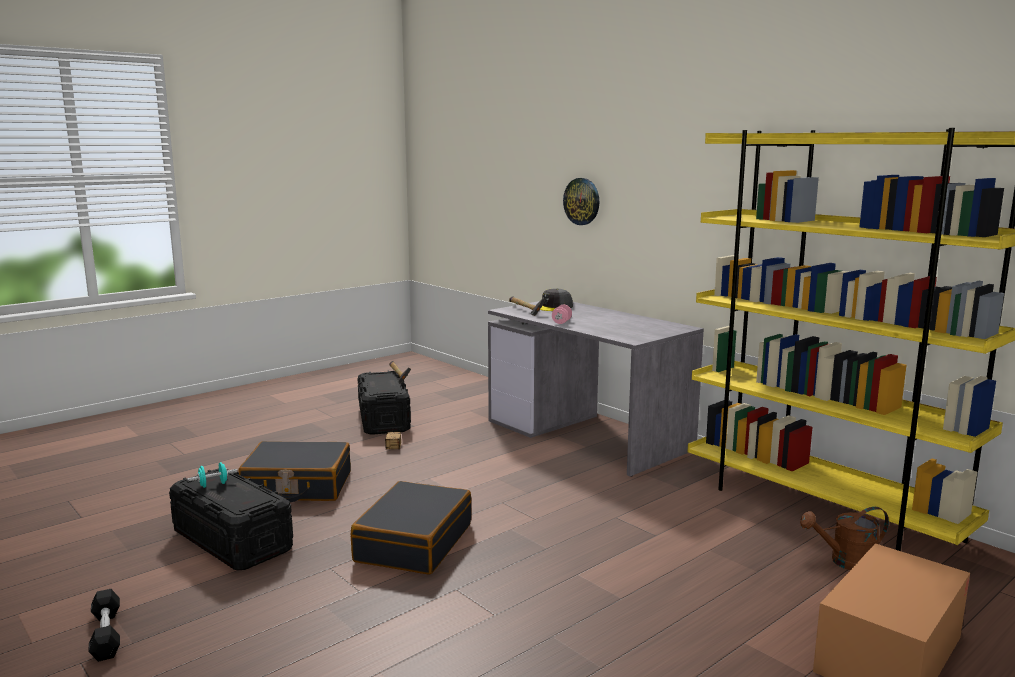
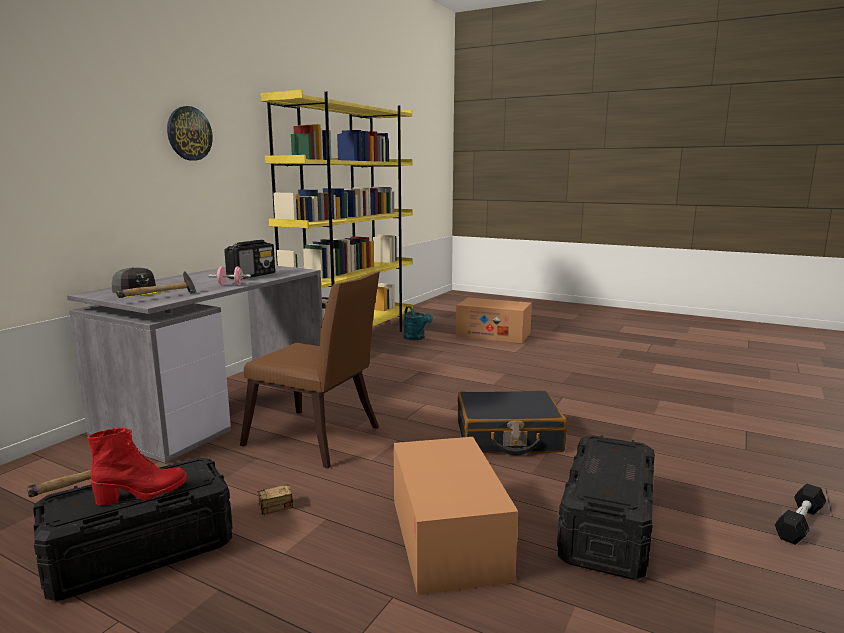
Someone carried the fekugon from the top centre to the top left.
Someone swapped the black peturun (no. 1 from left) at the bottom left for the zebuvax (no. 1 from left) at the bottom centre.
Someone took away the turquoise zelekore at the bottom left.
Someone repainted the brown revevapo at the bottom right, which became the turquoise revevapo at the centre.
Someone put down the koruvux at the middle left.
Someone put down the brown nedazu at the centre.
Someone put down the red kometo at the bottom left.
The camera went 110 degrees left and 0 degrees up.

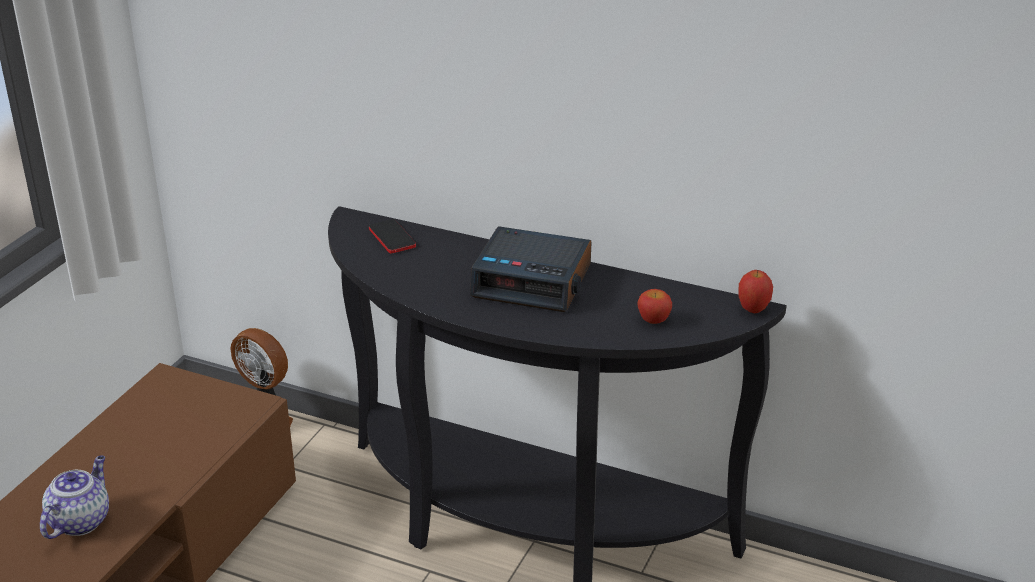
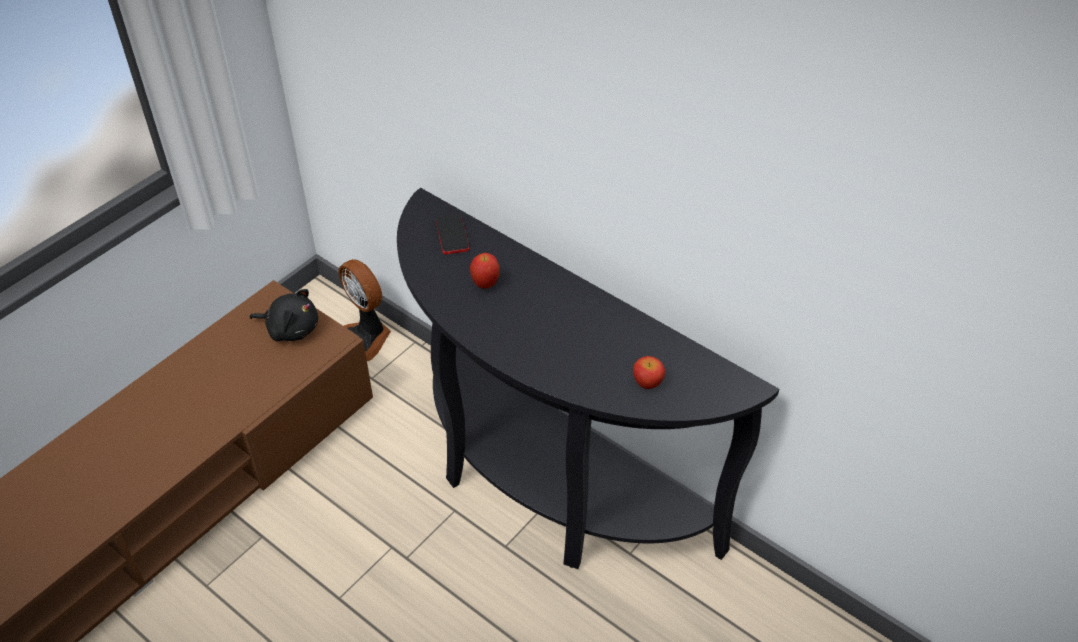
Someone took away the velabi at the centre.
Someone carried the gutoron (no. 2 from left in the first image) from the middle right to the centre.
Someone took away the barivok at the bottom left.
Someone put down the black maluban at the middle left.
The camera went 15 degrees right and 15 degrees up.

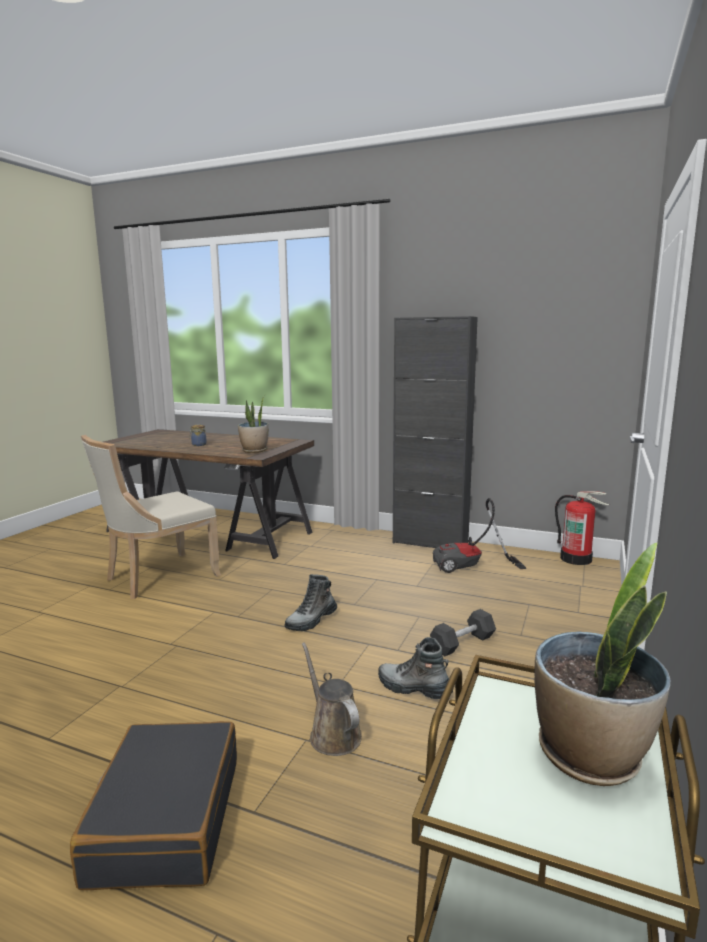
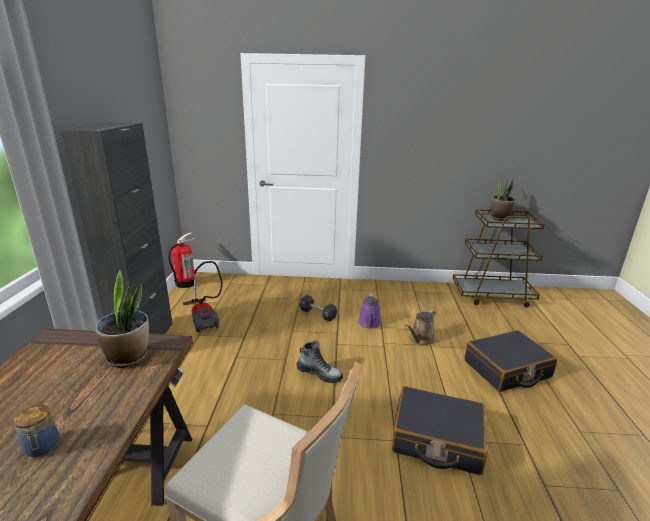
Someone swapped the kometo (no. 2 from left) at the bottom centre for the purple revevapo at the centre.
Someone put down the black peturun (no. 1 from left) at the bottom right.
The camera went 110 degrees left and 10 degrees up.

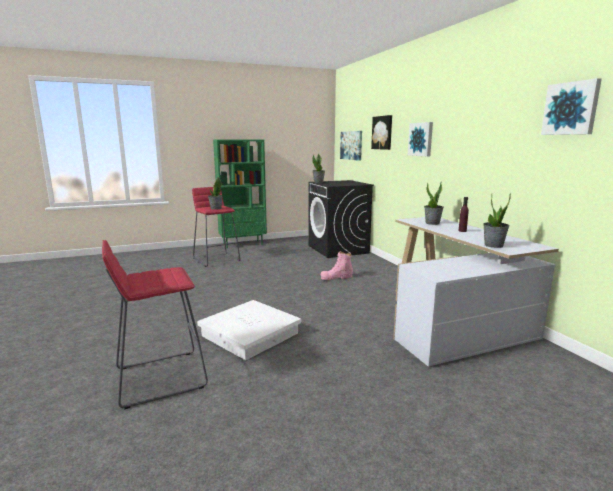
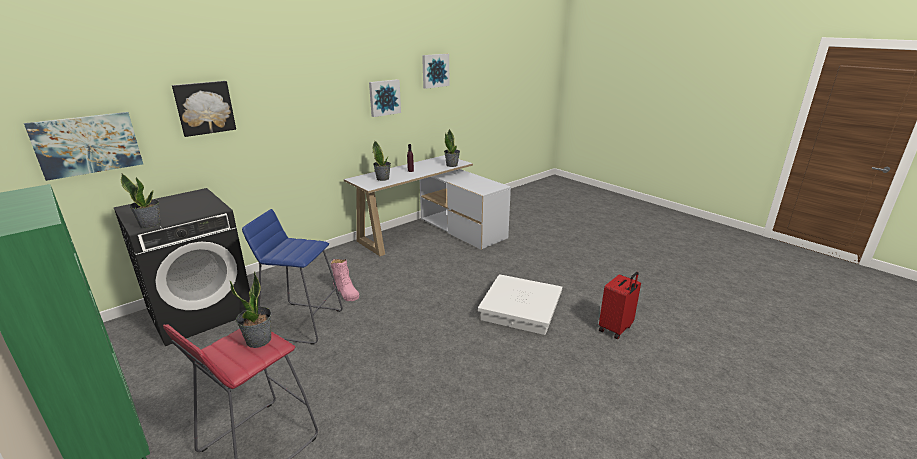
Someone carried the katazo (no. 3 from left) from the top right to the top centre.
Someone swapped the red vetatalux (no. 1 from left) at the middle left for the red peturun at the middle right.
Someone put down the blue vetatalux at the middle left.
The camera went 110 degrees left and 10 degrees up.

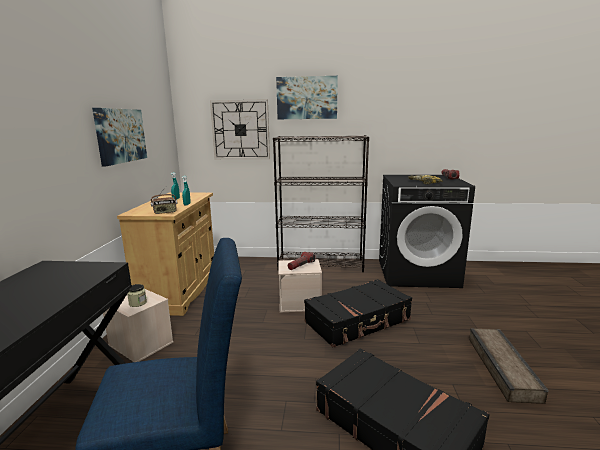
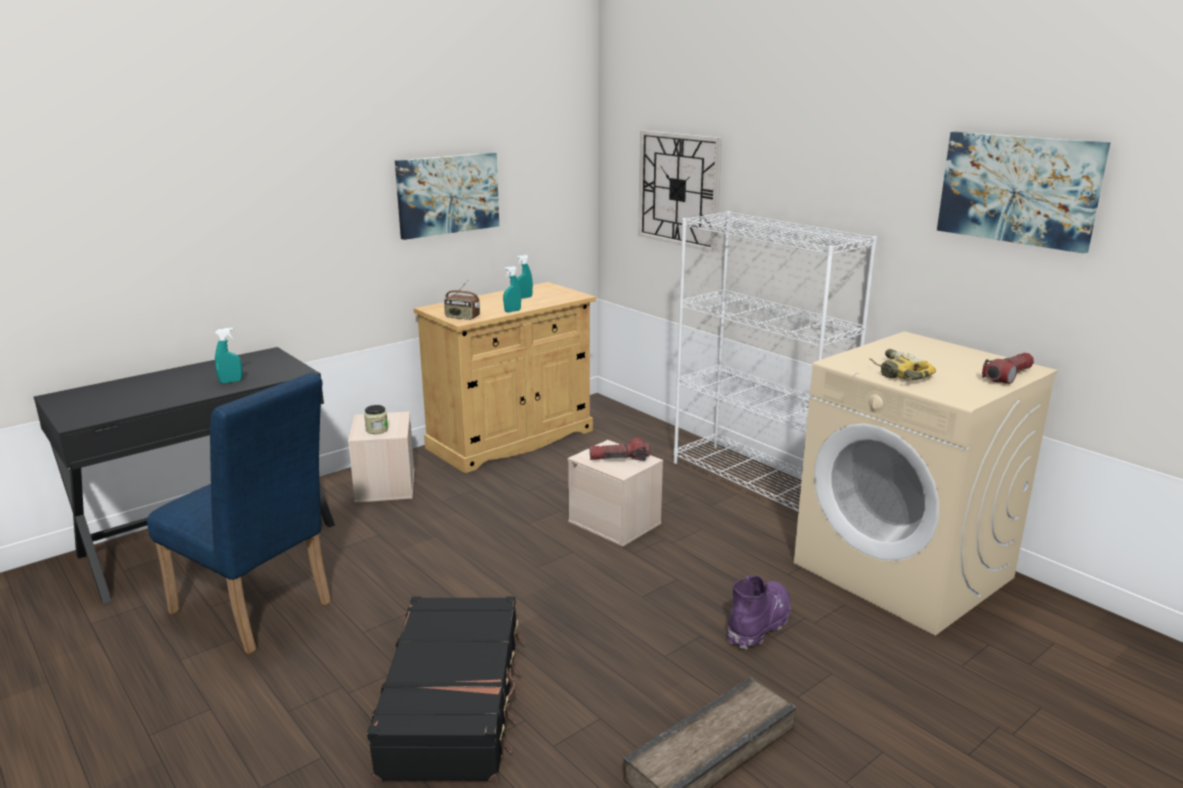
Someone carried the katazo (no. 2 from left) from the top centre to the top right.
Someone repainted the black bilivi at the centre, which became the white bilivi at the centre.
Someone repainted the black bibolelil at the middle right, which became the beige bibolelil at the middle right.
Someone took away the black peturun (no. 1 from left) at the bottom centre.
Someone put down the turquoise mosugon (no. 1 from left) at the middle left.
Someone put down the purple kometo at the bottom centre.
The camera went 45 degrees right and 5 degrees up.

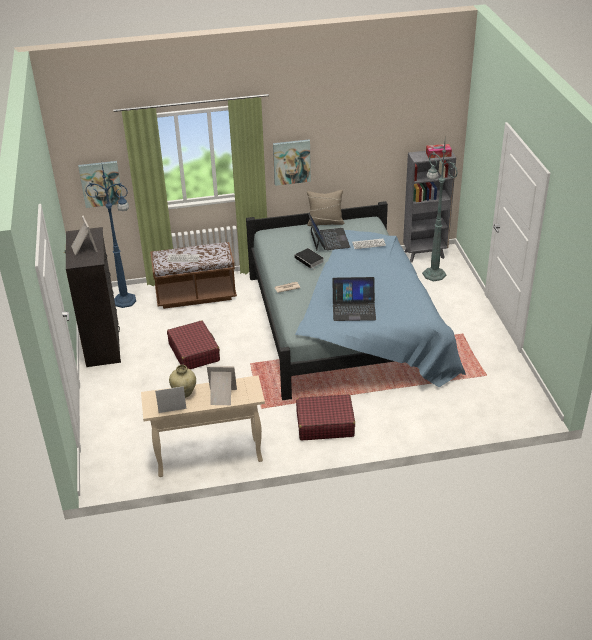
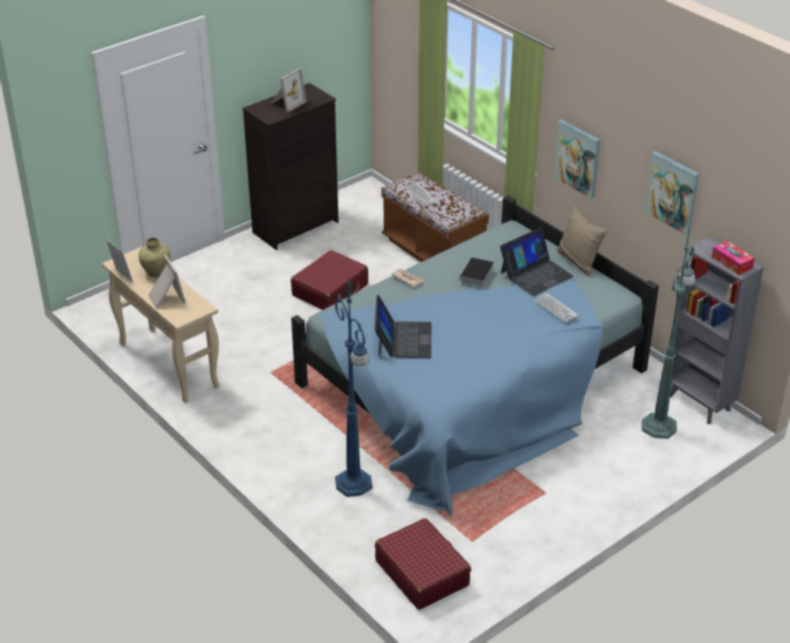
Someone carried the katazo (no. 1 from left in the first image) from the top left to the top right.
Someone carried the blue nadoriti from the middle left to the centre.
Someone rotated the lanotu (no. 2 from left in the first image) at the centre by 150 degrees counterclockwise.
Someone carried the red peturun (no. 2 from left) from the centre to the bottom centre.
The camera went 60 degrees right and 0 degrees up.

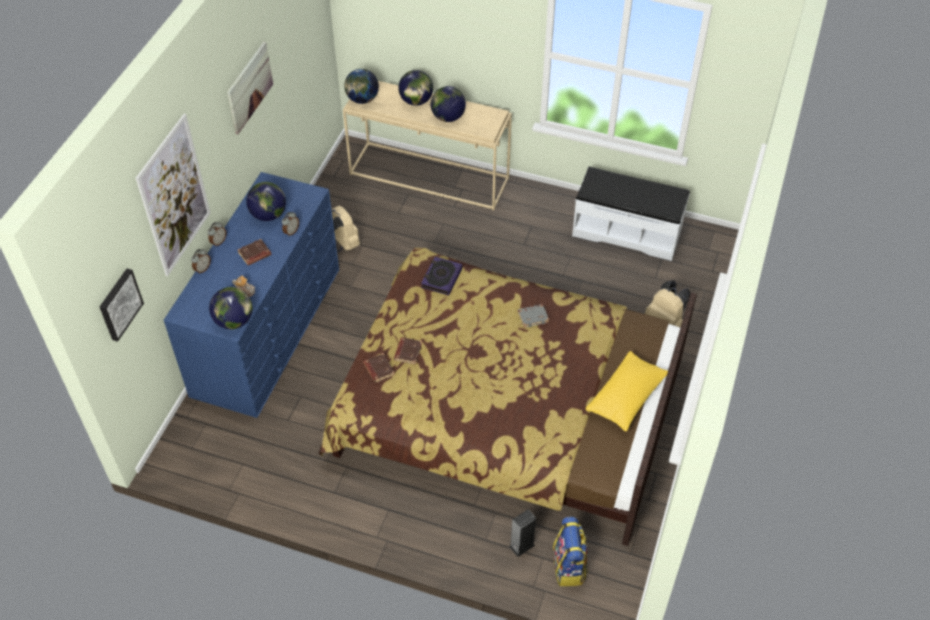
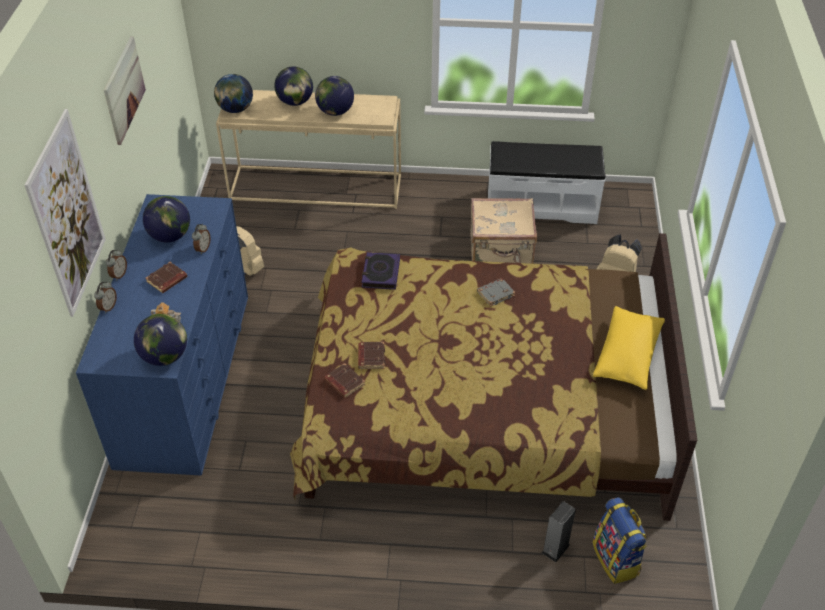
Someone took away the katazo (no. 1 from left) at the middle left.
Someone put down the beige peturun at the centre.
The camera went 15 degrees left and 5 degrees down.

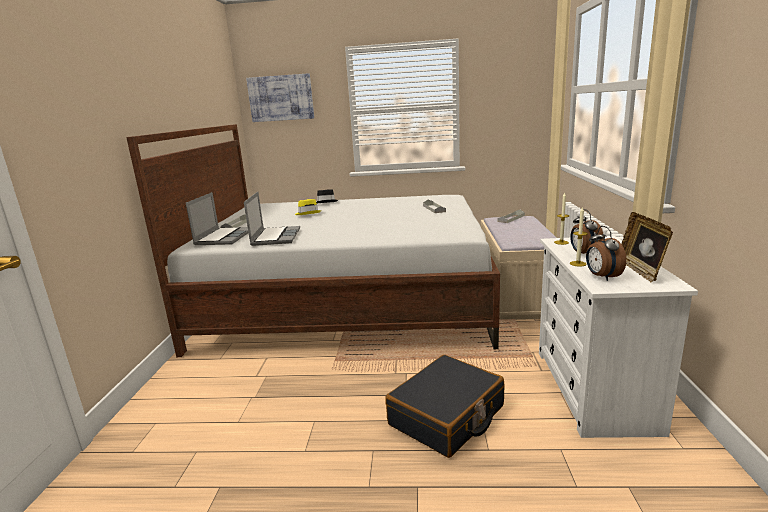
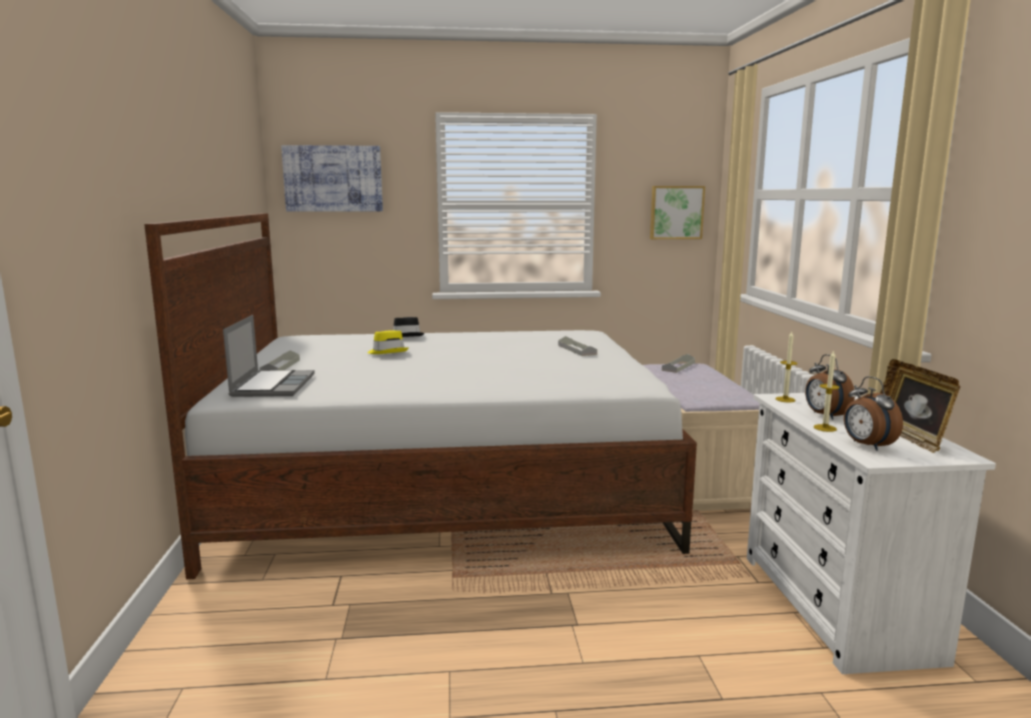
Someone took away the lanotu (no. 2 from left) at the centre.
Someone took away the black peturun at the bottom centre.
Someone put up the katazo (no. 2 from left) at the top centre.
The camera went 10 degrees left and 5 degrees down.

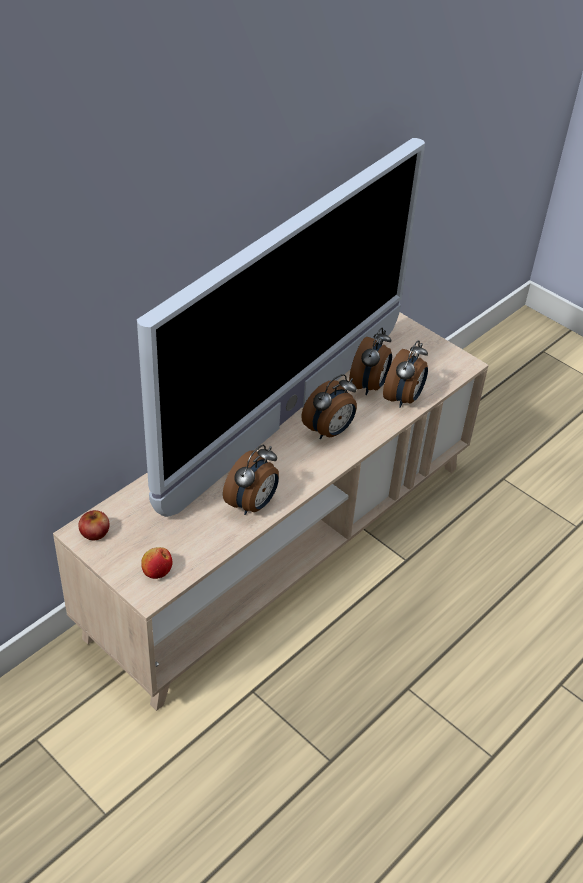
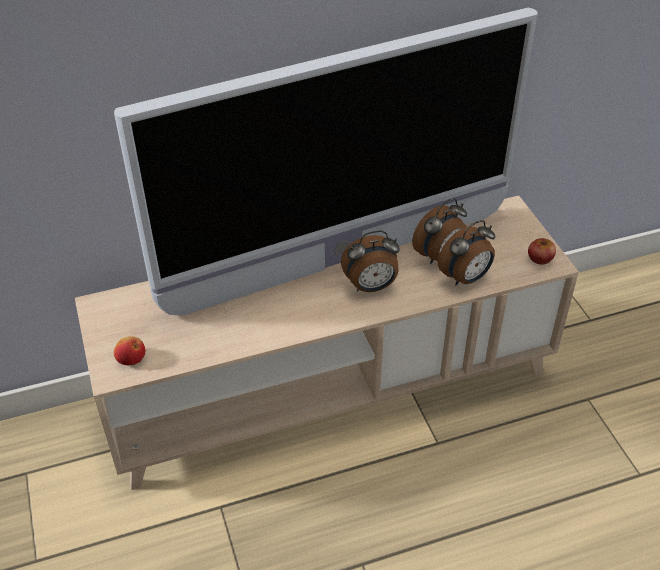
Someone took away the velabi (no. 1 from left) at the centre.
Someone carried the gutoron (no. 1 from left in the first image) from the middle left to the middle right.
The camera went 30 degrees right and 0 degrees up.

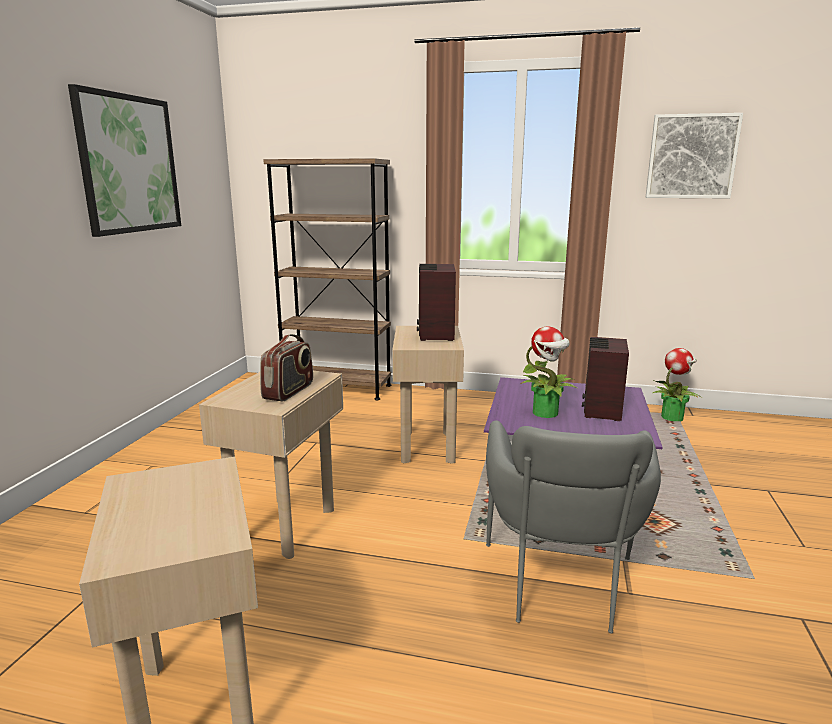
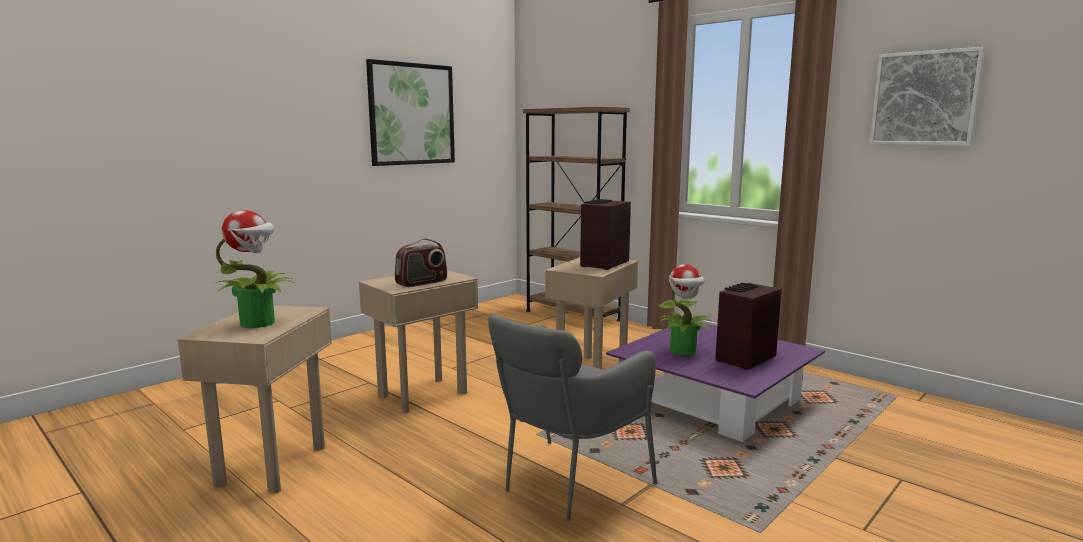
Someone carried the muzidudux (no. 2 from left in the first image) from the middle right to the middle left.
The camera went 30 degrees right and 5 degrees down.

